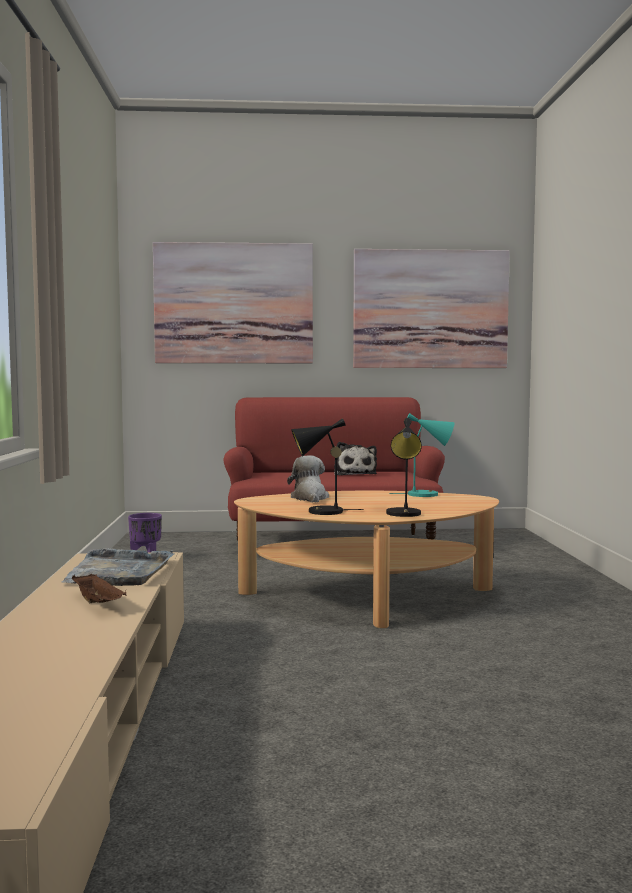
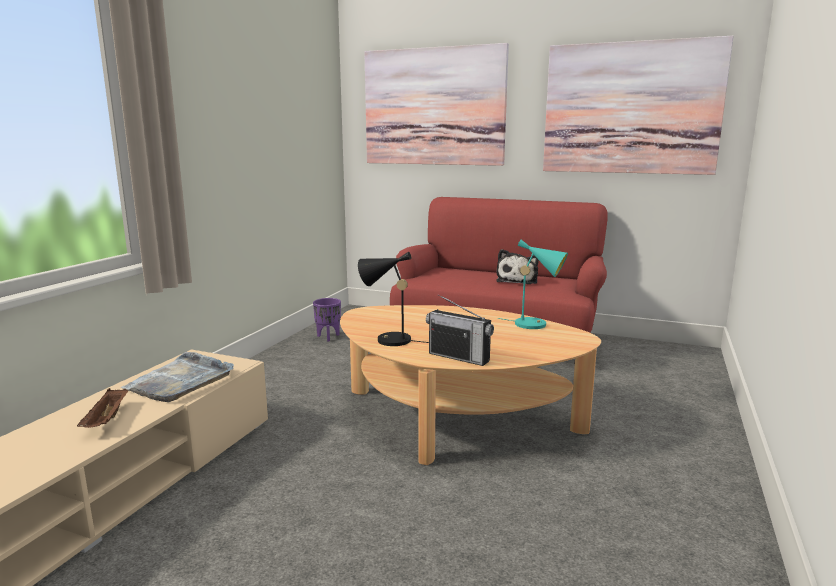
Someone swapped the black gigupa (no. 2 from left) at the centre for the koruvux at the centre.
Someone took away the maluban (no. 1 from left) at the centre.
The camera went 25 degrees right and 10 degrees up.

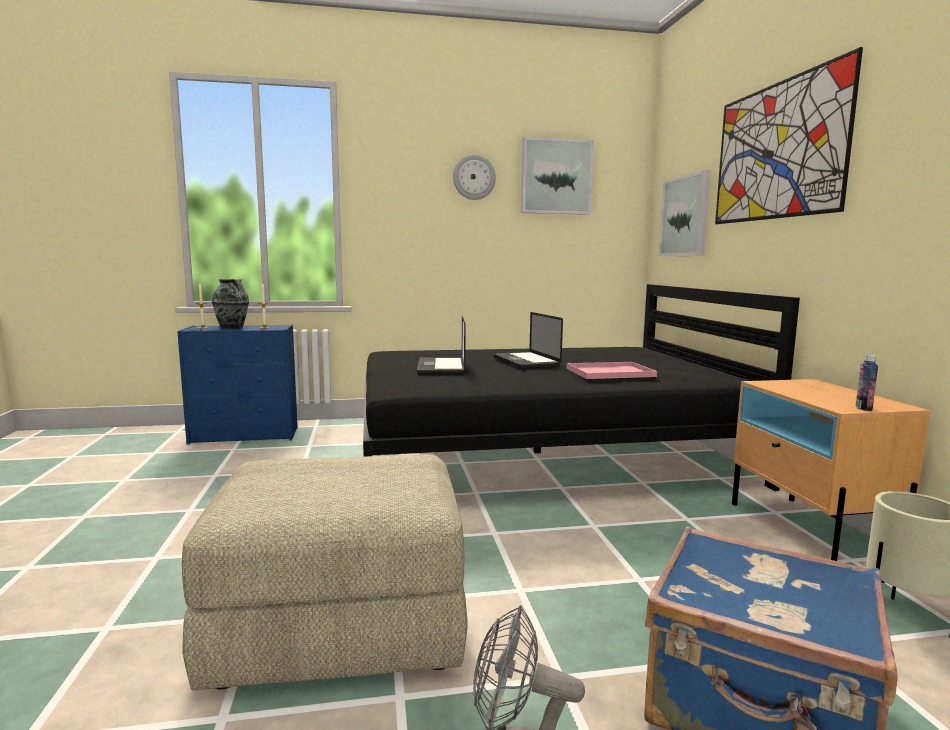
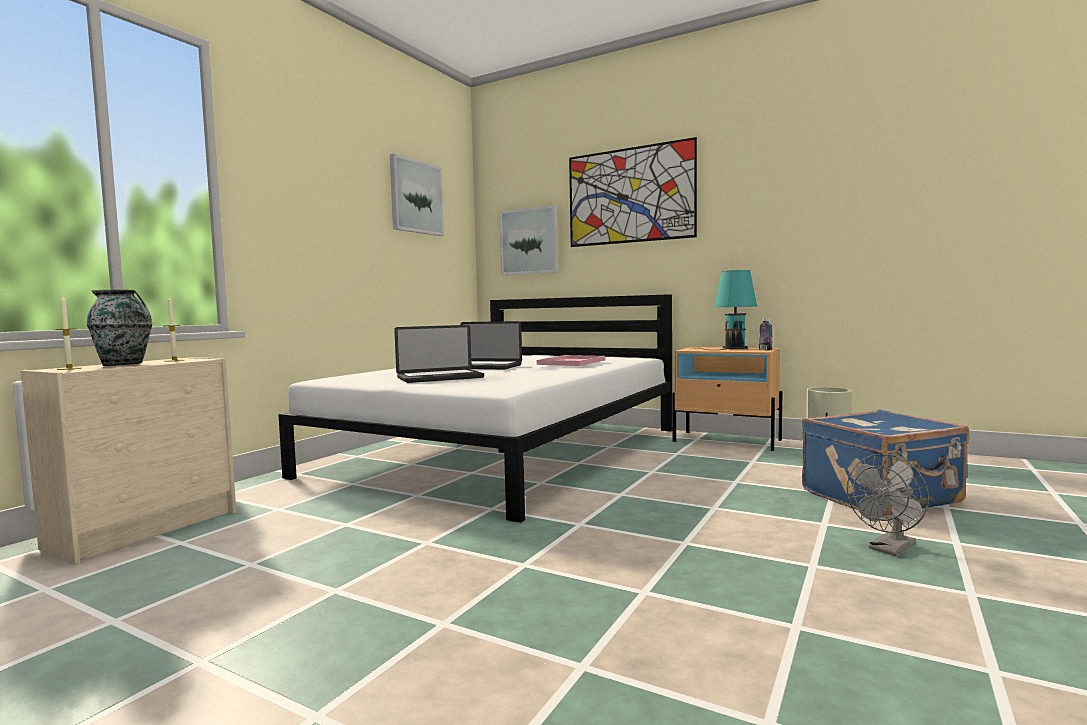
Someone took away the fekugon at the top centre.
Someone repainted the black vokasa at the centre, which became the white vokasa at the centre.
Someone rotated the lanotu (no. 1 from left) at the centre by 60 degrees counterclockwise.
Someone repainted the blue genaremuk at the middle left, which became the beige genaremuk at the middle left.
Someone took away the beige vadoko at the bottom centre.
Someone put down the turquoise gigupa at the middle right.
The camera went 50 degrees left and 5 degrees down.

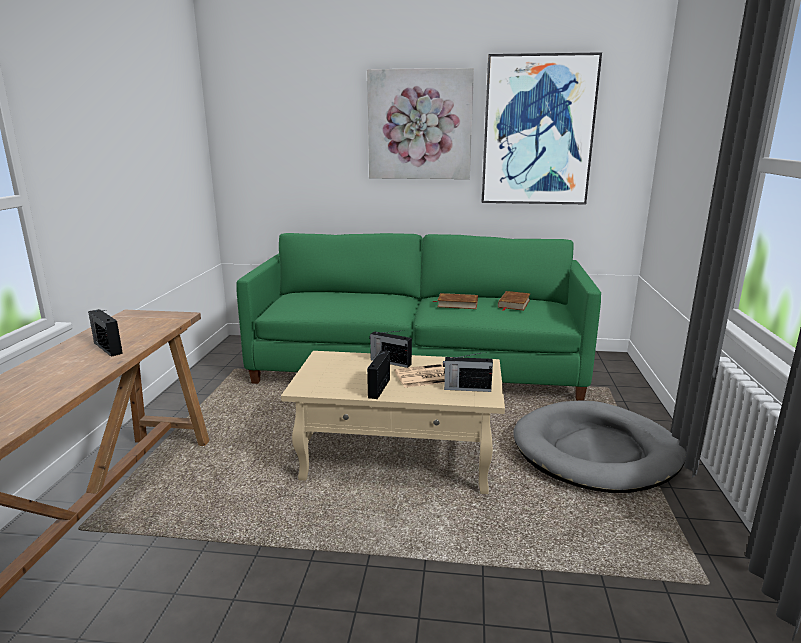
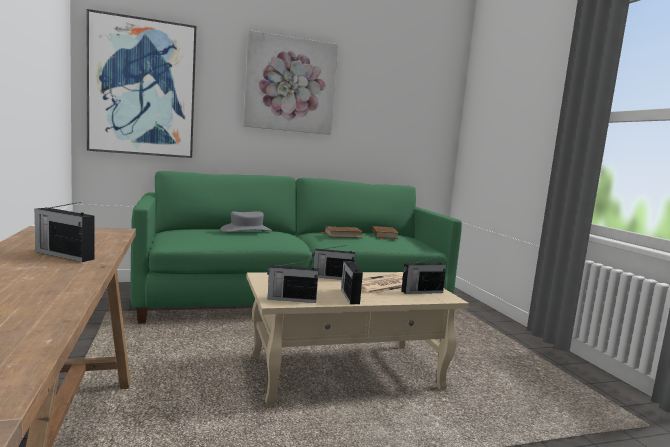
Someone carried the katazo (no. 2 from left in the first image) from the top right to the top left.
Someone took away the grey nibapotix at the bottom right.
Someone put down the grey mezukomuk at the centre.
Someone put down the koruvux (no. 2 from left) at the centre.
The camera went 25 degrees left and 10 degrees down.

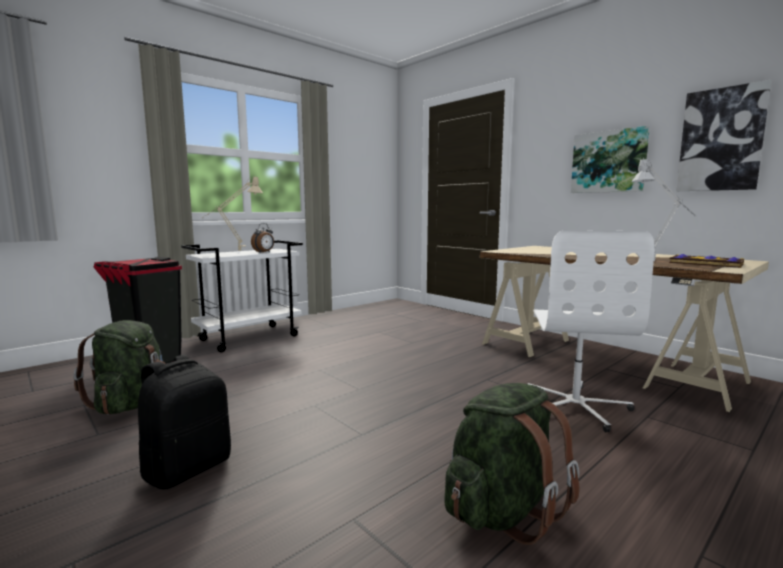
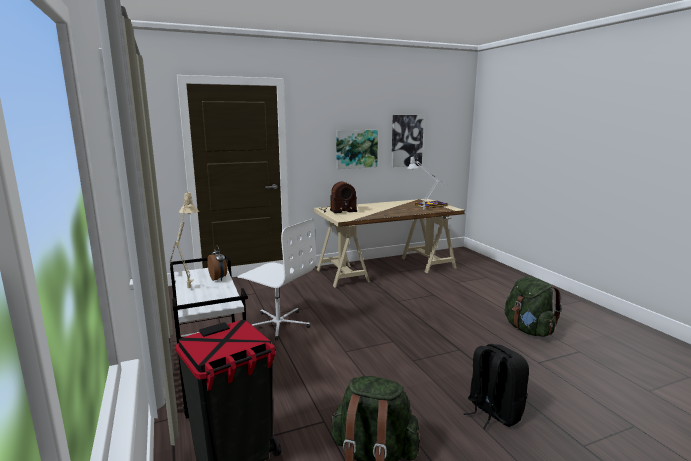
Someone carried the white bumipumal from the middle right to the centre.
Someone put down the koruvux at the centre.
The camera went 70 degrees left and 5 degrees up.

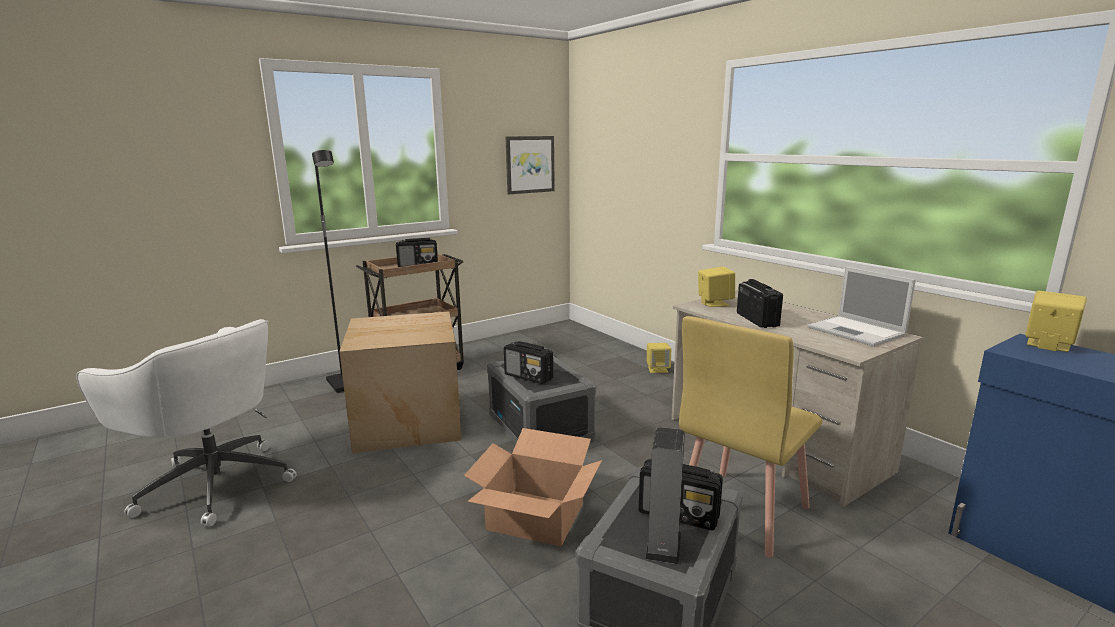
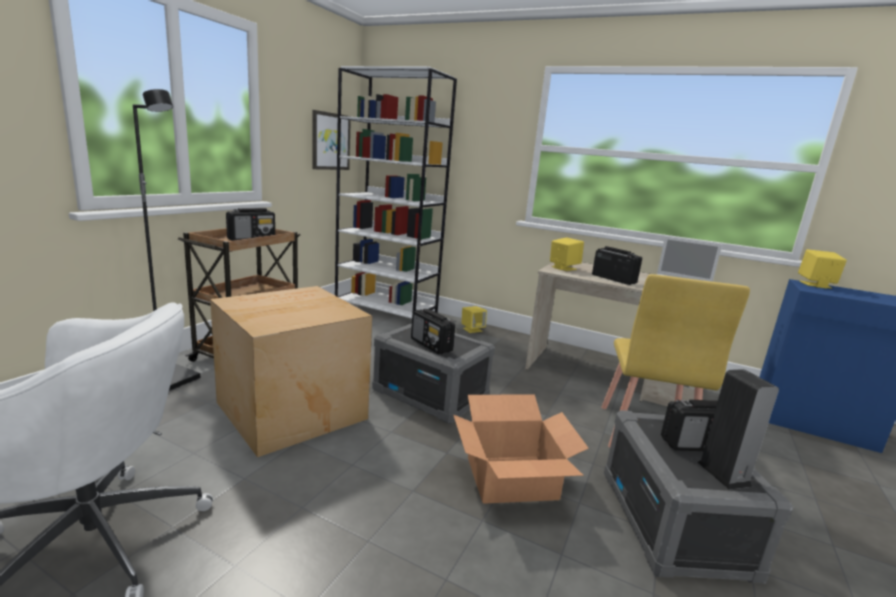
Someone rotated the koruvux (no. 2 from left) at the centre by 45 degrees clockwise.
Someone put down the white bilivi at the top centre.
The camera went 30 degrees left and 0 degrees up.

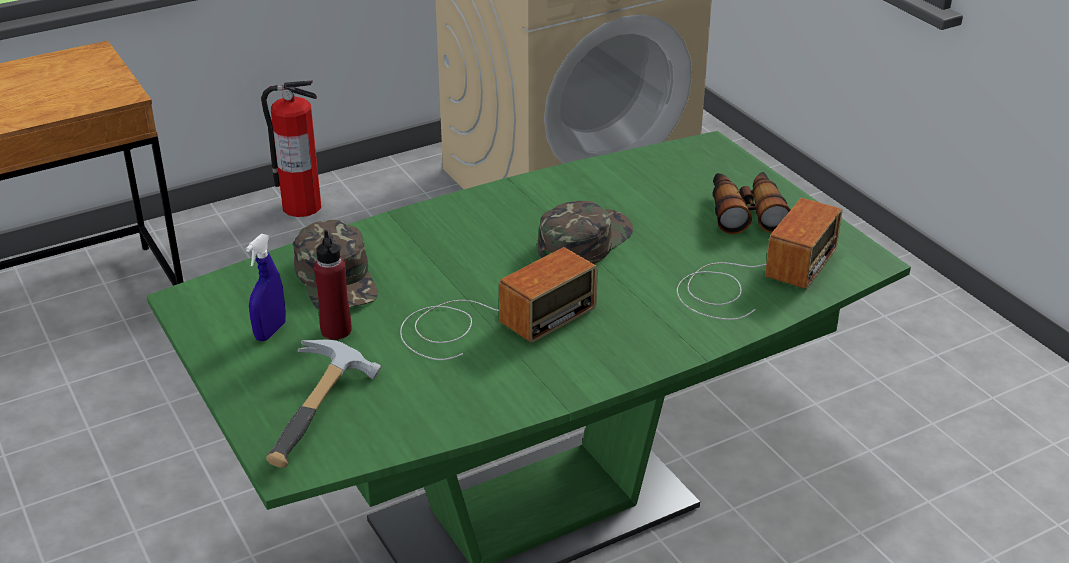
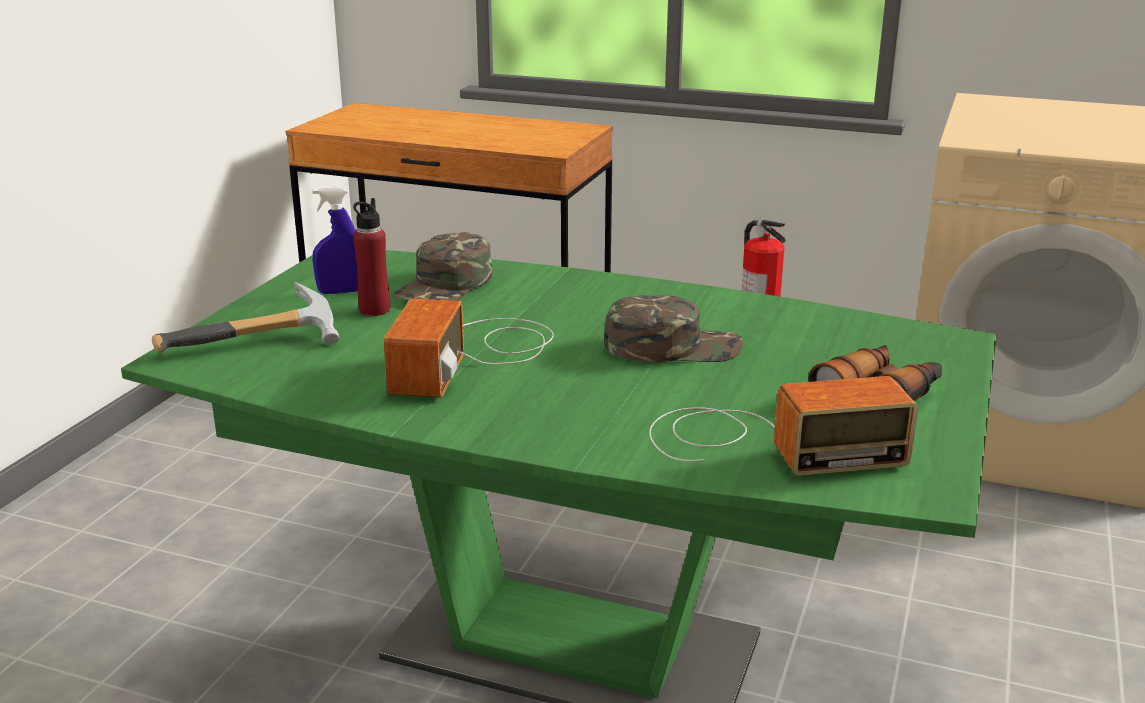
Someone rotated the koruvux (no. 1 from left) at the centre by 90 degrees clockwise.
The camera went 50 degrees right and 10 degrees down.

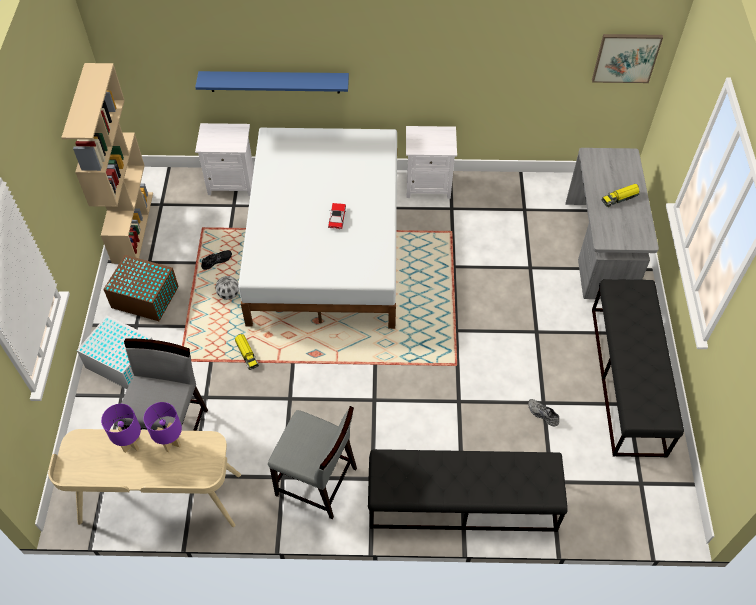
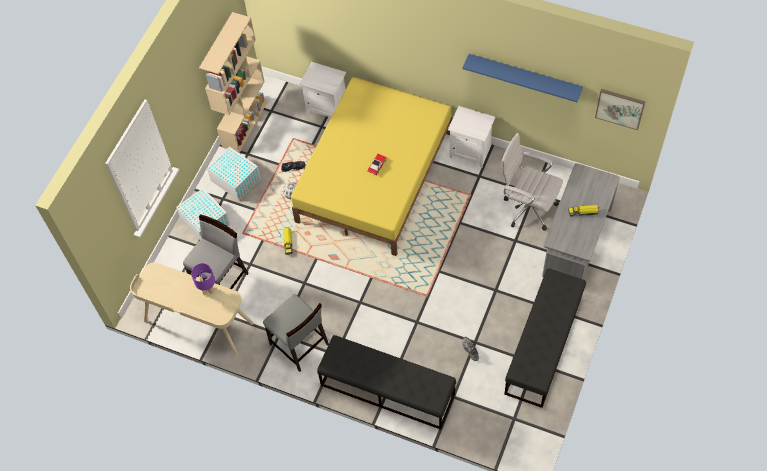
Someone carried the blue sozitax from the top centre to the top right.
Someone repainted the white vokasa at the centre, which became the yellow vokasa at the centre.
Someone repainted the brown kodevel at the middle left, which became the white kodevel (no. 2 from left) at the middle left.
Someone took away the purple gigupa (no. 1 from left) at the bottom left.
Someone put down the white bumipumal at the middle right.
The camera went 25 degrees right and 5 degrees up.

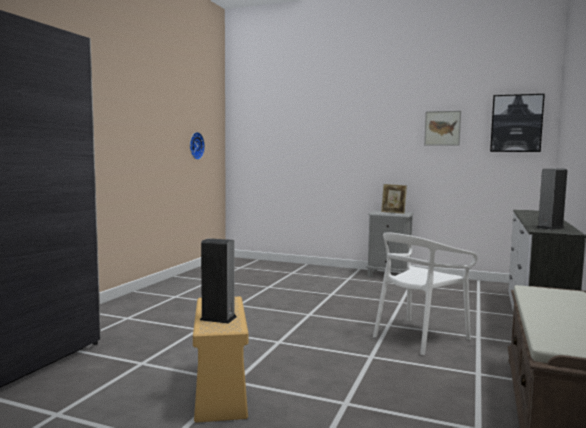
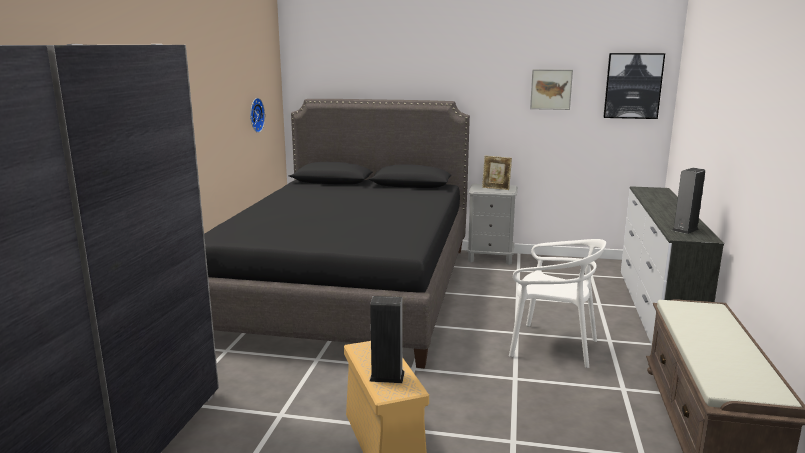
Someone rotated the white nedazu at the bottom right by 105 degrees counterclockwise.
Someone put down the black vokasa at the centre.
The camera went 10 degrees left and 10 degrees up.

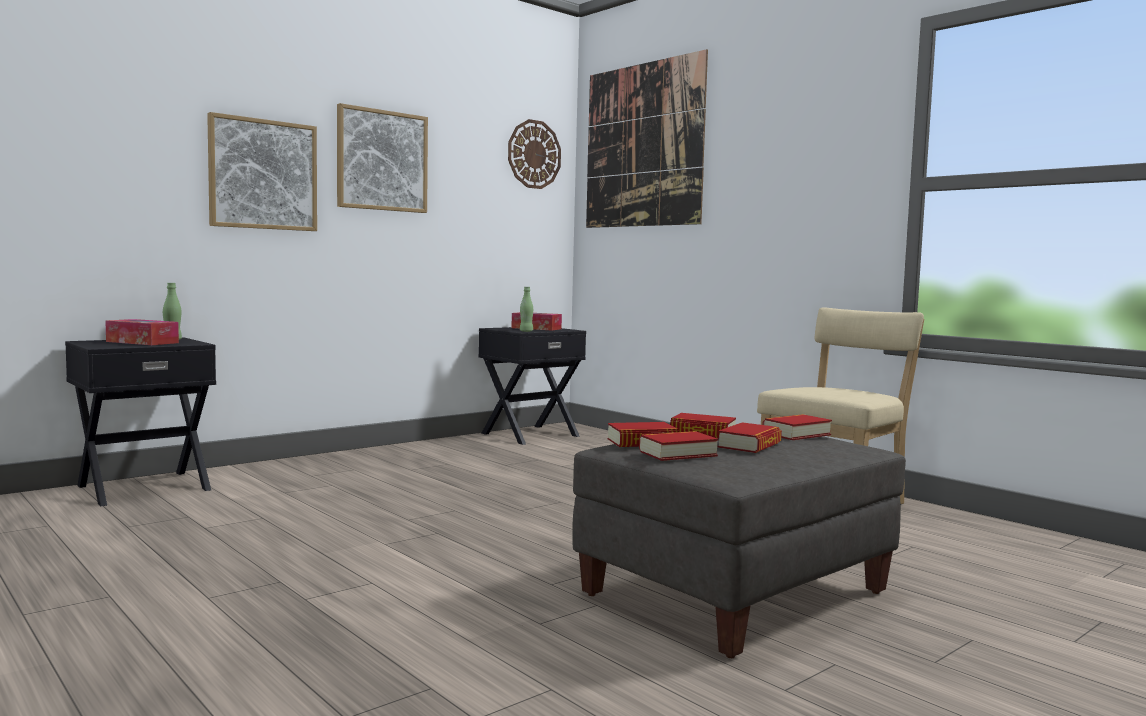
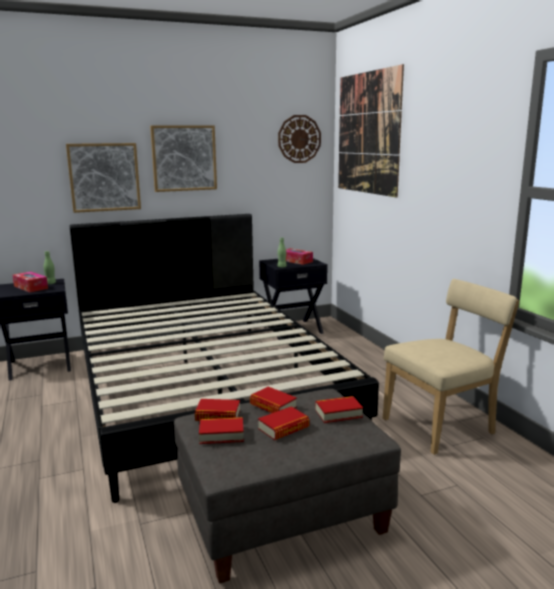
Someone put down the black vokasa at the centre.
The camera went 20 degrees right and 10 degrees up.

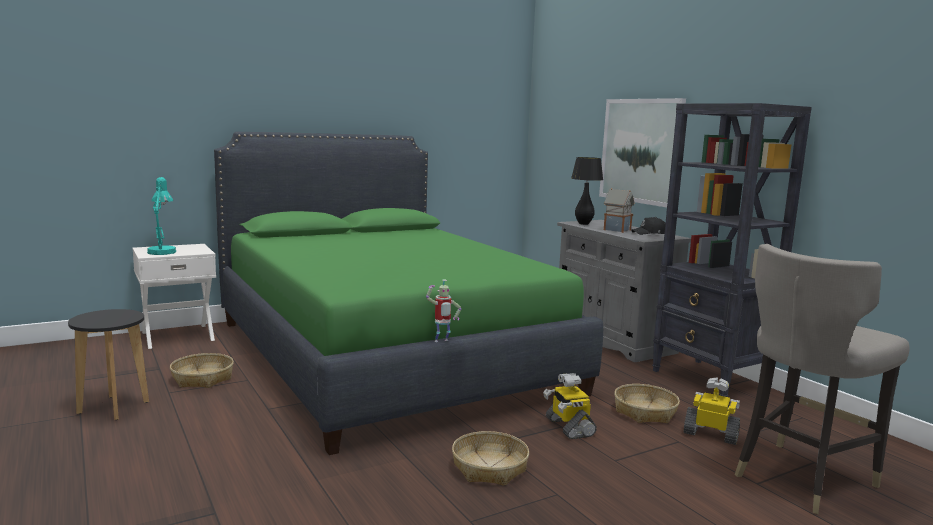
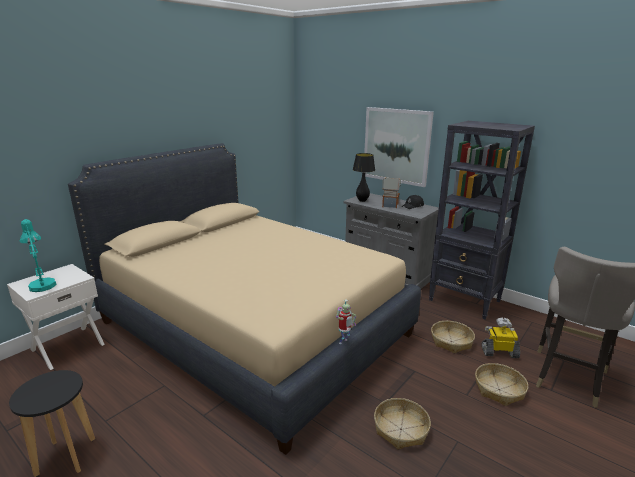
Someone repainted the green vokasa at the centre, which became the beige vokasa at the centre.
Someone carried the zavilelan (no. 1 from left in the first image) from the bottom left to the bottom right.
Someone took away the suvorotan (no. 2 from left) at the bottom centre.
The camera went 20 degrees left and 10 degrees up.

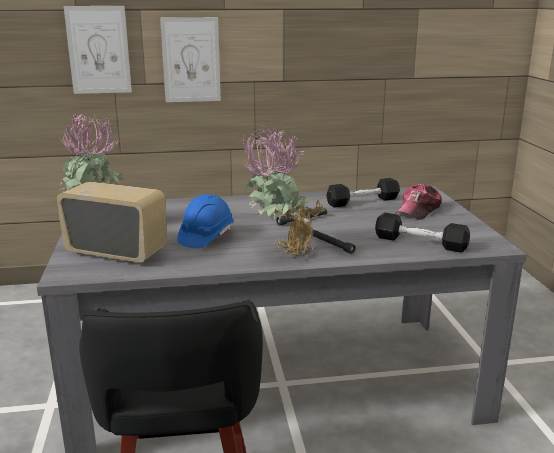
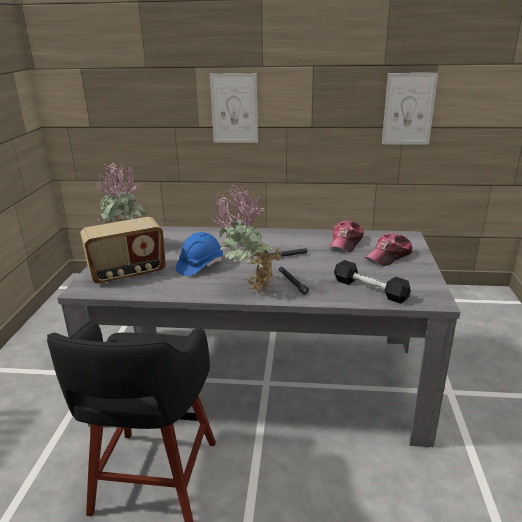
Someone carried the katazo (no. 1 from left in the first image) from the top left to the top right.
Someone swapped the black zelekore (no. 1 from left) at the centre for the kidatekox (no. 1 from left) at the centre.
Someone rotated the koruvux at the middle left by 120 degrees clockwise.
The camera went 15 degrees right and 5 degrees up.

